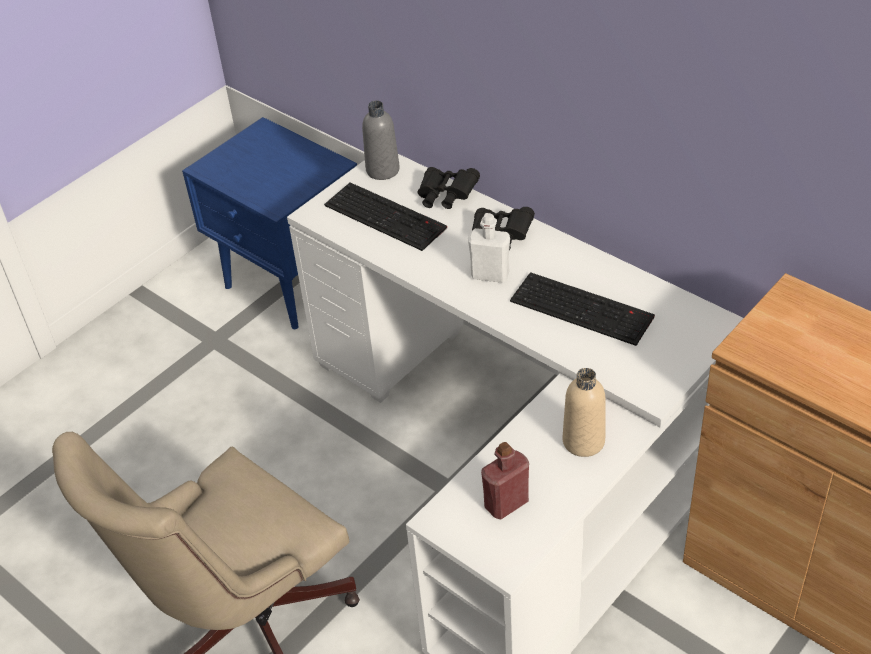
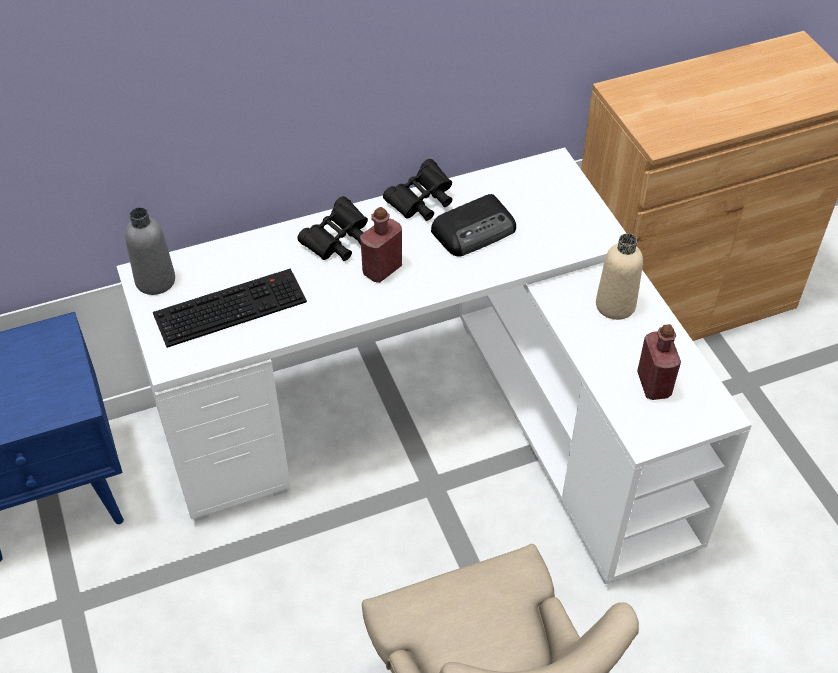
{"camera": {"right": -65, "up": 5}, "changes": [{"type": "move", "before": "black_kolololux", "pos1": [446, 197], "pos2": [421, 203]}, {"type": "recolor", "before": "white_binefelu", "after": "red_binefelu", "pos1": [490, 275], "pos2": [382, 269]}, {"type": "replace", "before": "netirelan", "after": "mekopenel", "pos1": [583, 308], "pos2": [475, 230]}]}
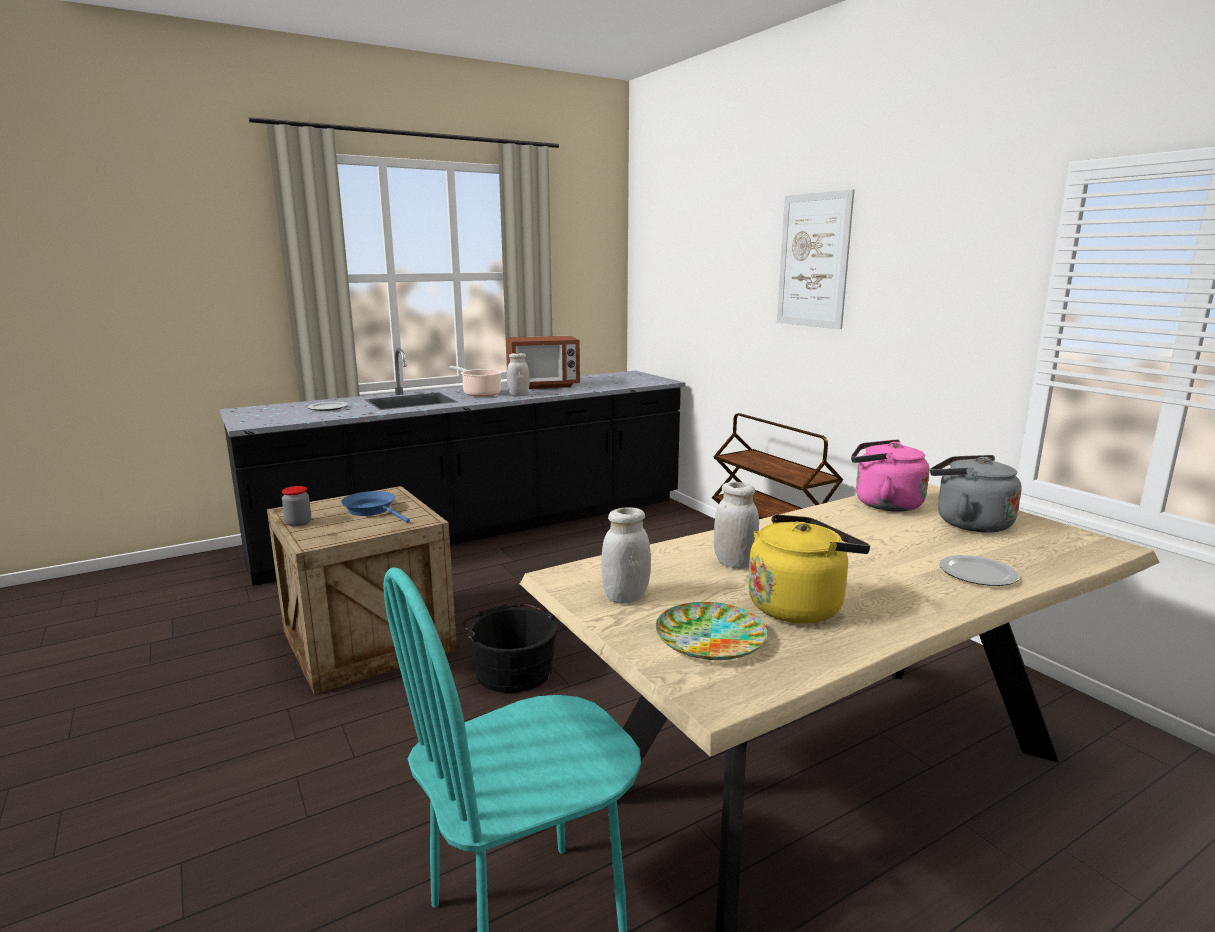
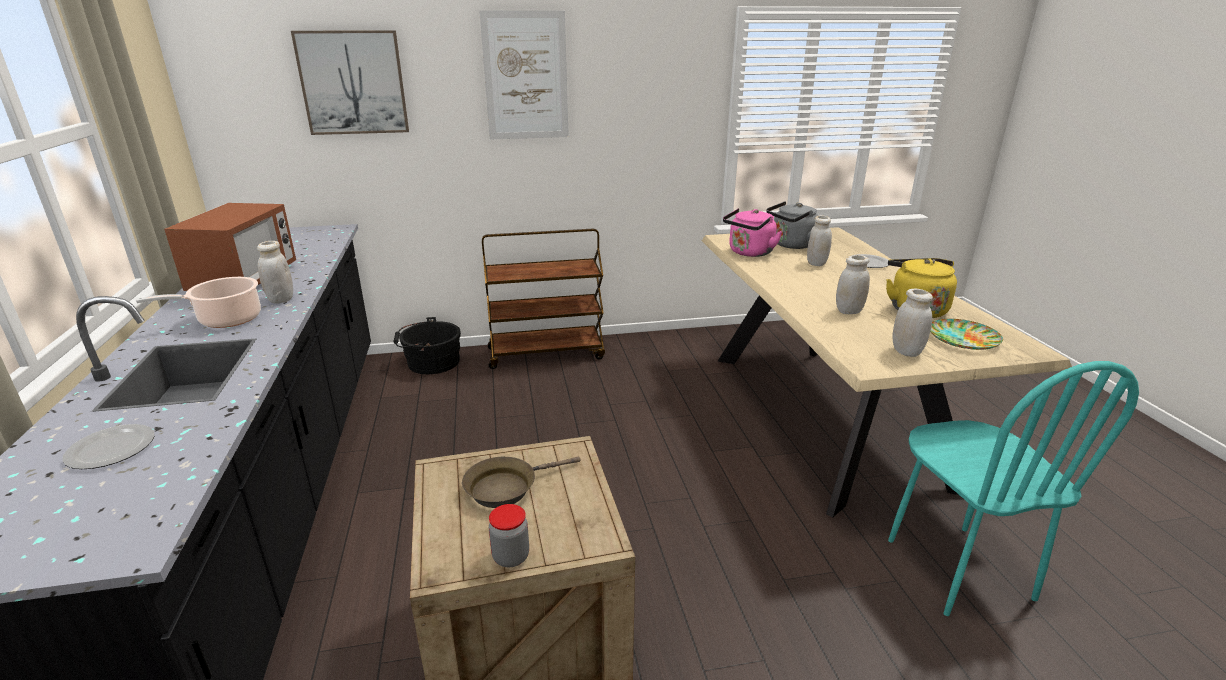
{"camera": {"right": -70, "up": 10}, "changes": [{"type": "recolor", "before": "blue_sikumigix", "after": "brown_sikumigix", "pos1": [372, 510], "pos2": [506, 487]}, {"type": "move", "before": "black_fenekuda", "pos1": [511, 669], "pos2": [430, 362]}, {"type": "insert", "after": "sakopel", "pos2": [353, 83]}, {"type": "insert", "after": "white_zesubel", "pos2": [816, 263]}]}
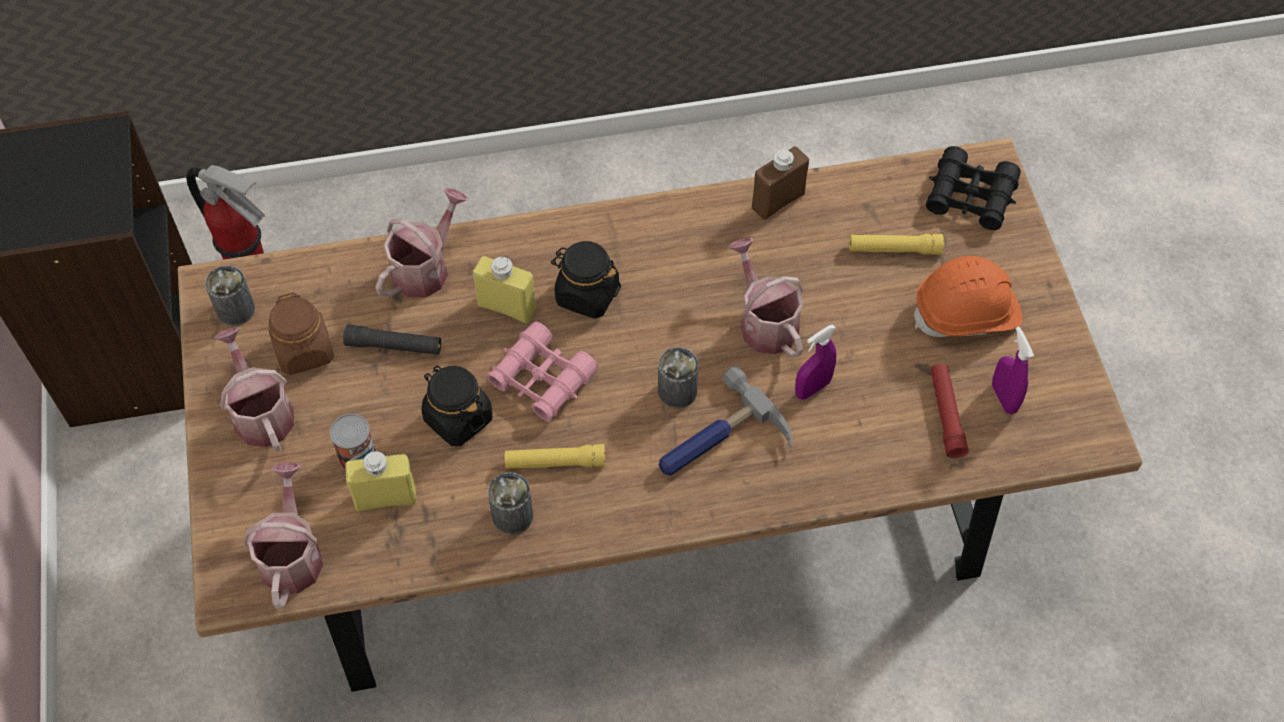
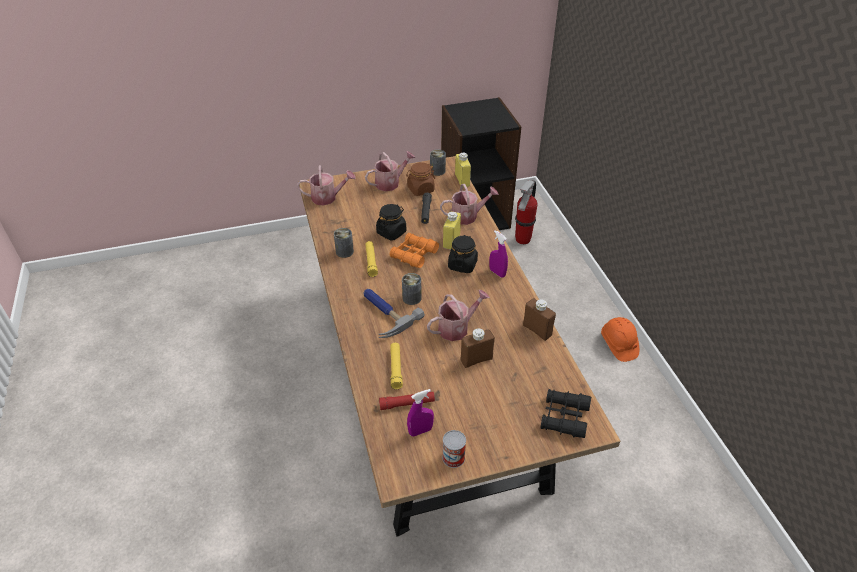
{"camera": {"right": 85, "up": -15}, "changes": [{"type": "rotate", "before": "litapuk", "pos1": [425, 268], "pos2": [468, 216], "turn": -45}, {"type": "move", "before": "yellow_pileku", "pos1": [894, 249], "pos2": [396, 368]}, {"type": "move", "before": "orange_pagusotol", "pos1": [967, 313], "pos2": [618, 345]}, {"type": "recolor", "before": "pink_kolololux", "after": "orange_kolololux", "pos1": [542, 379], "pos2": [414, 254]}, {"type": "move", "before": "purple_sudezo", "pos1": [812, 388], "pos2": [497, 273]}, {"type": "move", "before": "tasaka", "pos1": [357, 456], "pos2": [453, 457]}, {"type": "move", "before": "yellow_binefelu", "pos1": [385, 498], "pos2": [462, 180]}, {"type": "insert", "after": "brown_binefelu", "pos2": [476, 359]}]}
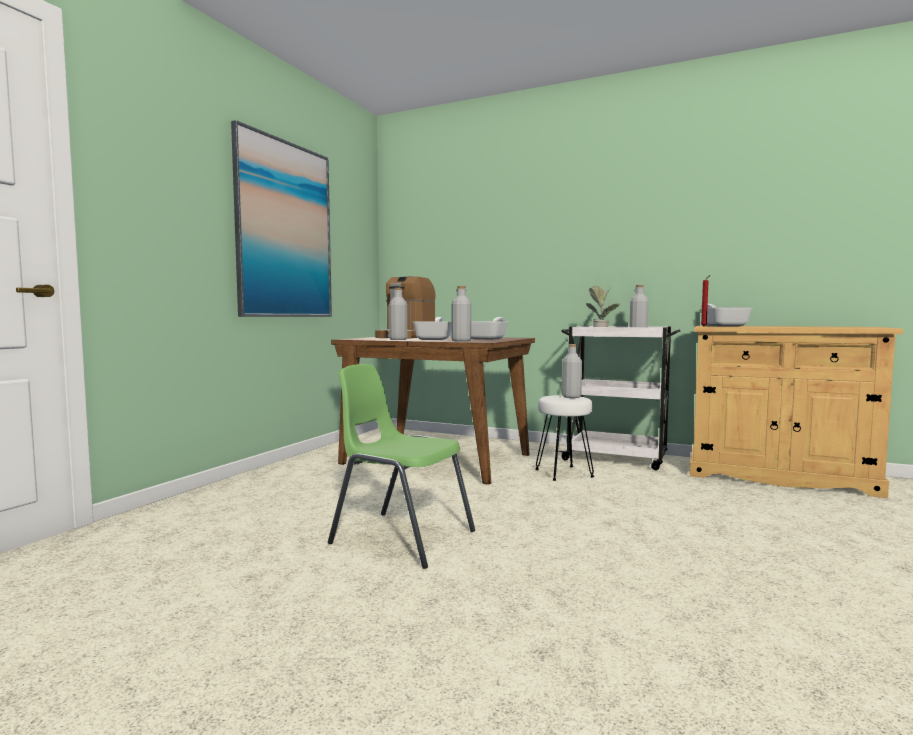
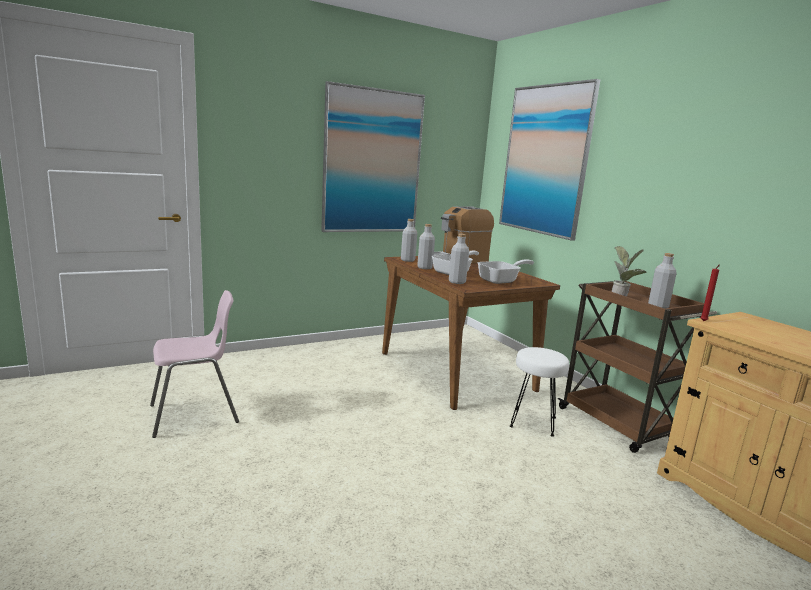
{"camera": {"right": 35, "up": 10}, "changes": [{"type": "delete", "before": "sikumigix", "pos1": [722, 326]}, {"type": "recolor", "before": "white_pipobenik", "after": "brown_pipobenik", "pos1": [617, 458], "pos2": [617, 425]}, {"type": "move", "before": "grey_binefelu", "pos1": [571, 397], "pos2": [407, 260]}, {"type": "delete", "before": "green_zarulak", "pos1": [401, 537]}, {"type": "insert", "after": "sakopel", "pos2": [545, 160]}, {"type": "insert", "after": "pink_zarulak", "pos2": [195, 414]}]}
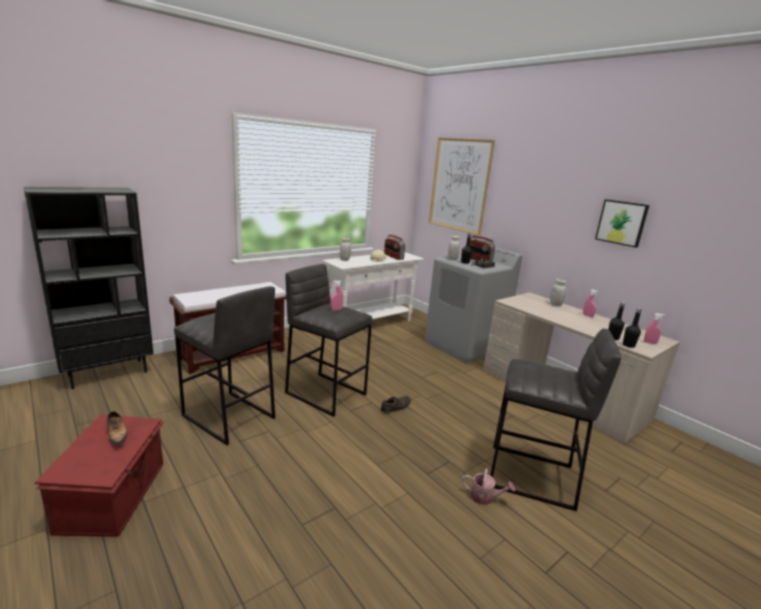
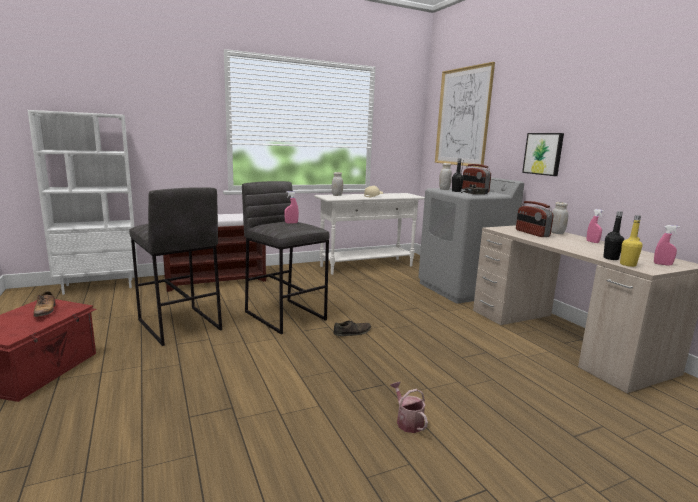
{"camera": {"right": 15, "up": -5}, "changes": [{"type": "recolor", "before": "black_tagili", "after": "white_tagili", "pos1": [108, 373], "pos2": [99, 286]}, {"type": "move", "before": "sakopel", "pos1": [621, 222], "pos2": [543, 154]}, {"type": "move", "before": "mekopenel", "pos1": [393, 257], "pos2": [531, 233]}, {"type": "recolor", "before": "black_binefelu", "after": "yellow_binefelu", "pos1": [628, 345], "pos2": [628, 264]}, {"type": "delete", "before": "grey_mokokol", "pos1": [532, 477]}, {"type": "rotate", "before": "litapuk", "pos1": [485, 497], "pos2": [407, 421], "turn": -150}]}
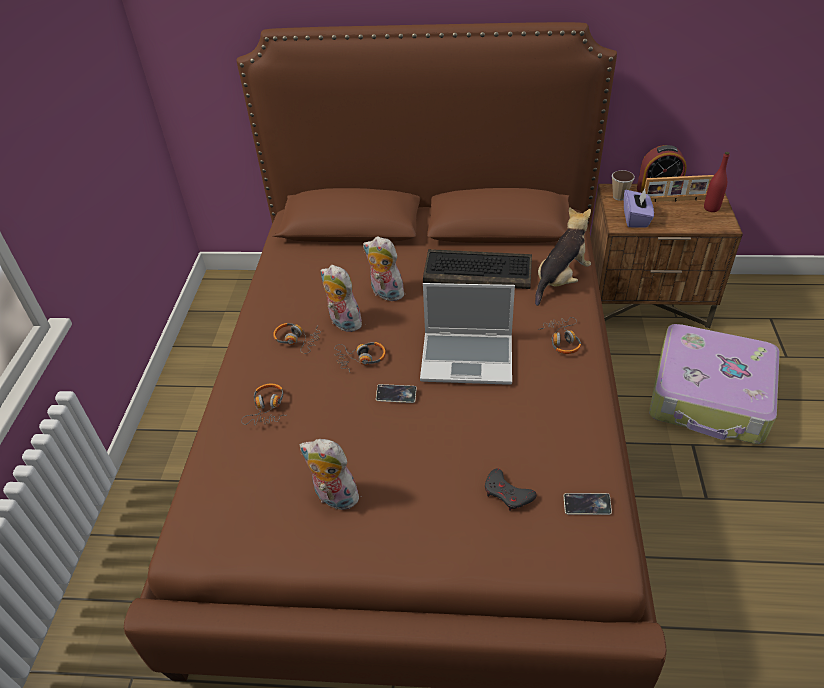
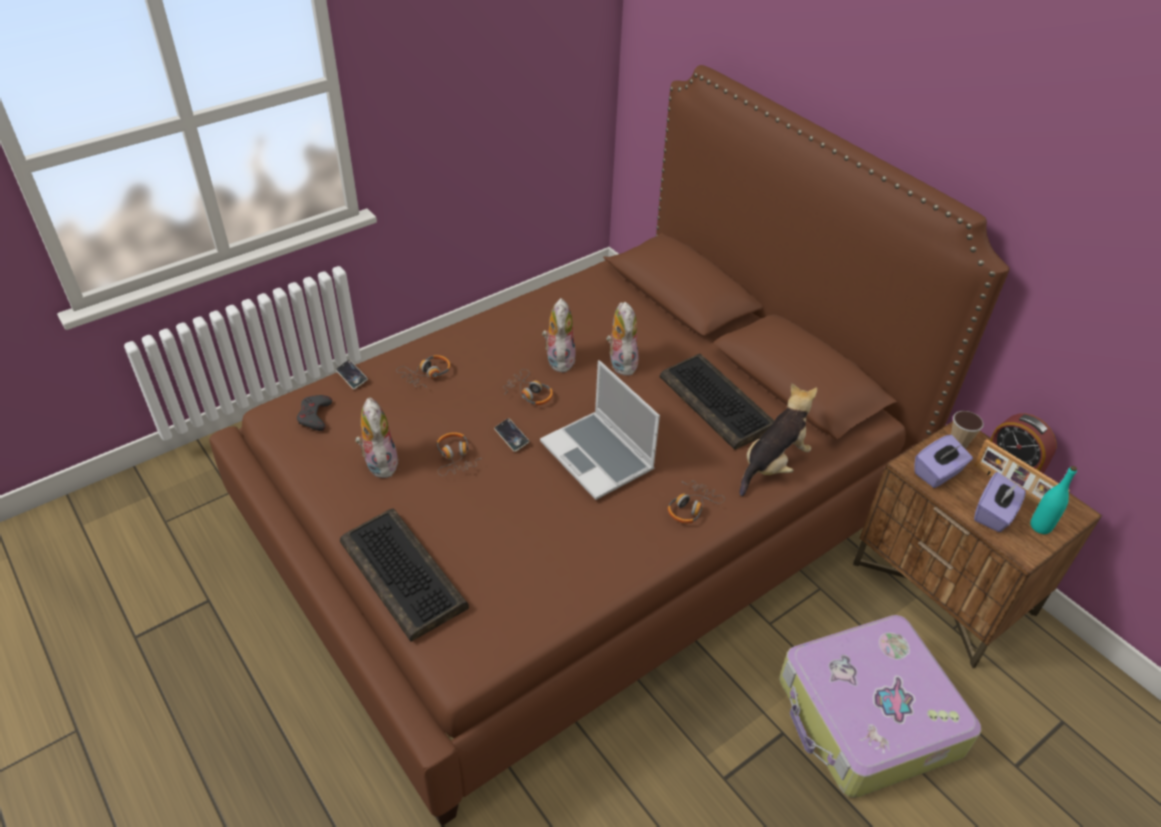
{"camera": {"right": 45, "up": 0}, "changes": [{"type": "recolor", "before": "red_binefelu", "after": "turquoise_binefelu", "pos1": [711, 208], "pos2": [1040, 526]}, {"type": "rotate", "before": "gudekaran", "pos1": [560, 280], "pos2": [773, 464], "turn": -45}, {"type": "move", "before": "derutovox", "pos1": [297, 340], "pos2": [455, 458]}, {"type": "move", "before": "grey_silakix", "pos1": [507, 493], "pos2": [315, 416]}, {"type": "move", "before": "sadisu", "pos1": [587, 505], "pos2": [352, 376]}, {"type": "insert", "after": "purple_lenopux", "pos2": [994, 514]}, {"type": "insert", "after": "netirelan", "pos2": [404, 575]}]}
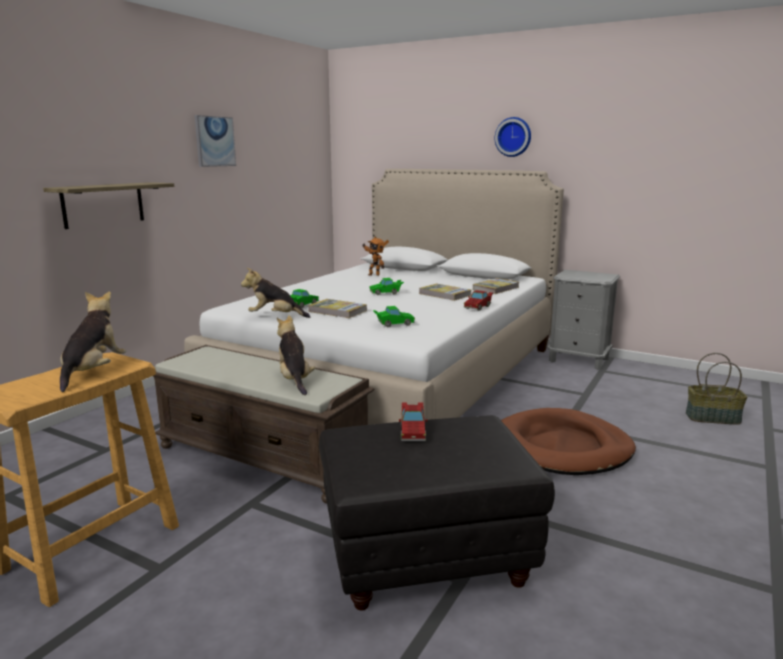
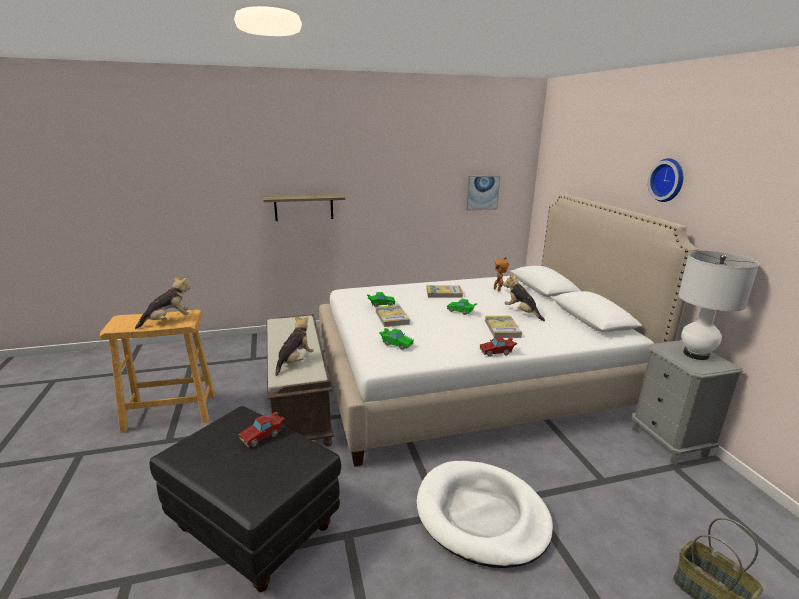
{"camera": {"right": 45, "up": 5}, "changes": [{"type": "move", "before": "sakopel", "pos1": [214, 141], "pos2": [482, 192]}, {"type": "move", "before": "gudekaran", "pos1": [275, 317], "pos2": [521, 313]}, {"type": "move", "before": "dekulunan", "pos1": [496, 288], "pos2": [444, 293]}, {"type": "recolor", "before": "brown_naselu", "after": "white_naselu", "pos1": [563, 447], "pos2": [481, 515]}, {"type": "insert", "after": "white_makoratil", "pos2": [695, 354]}]}
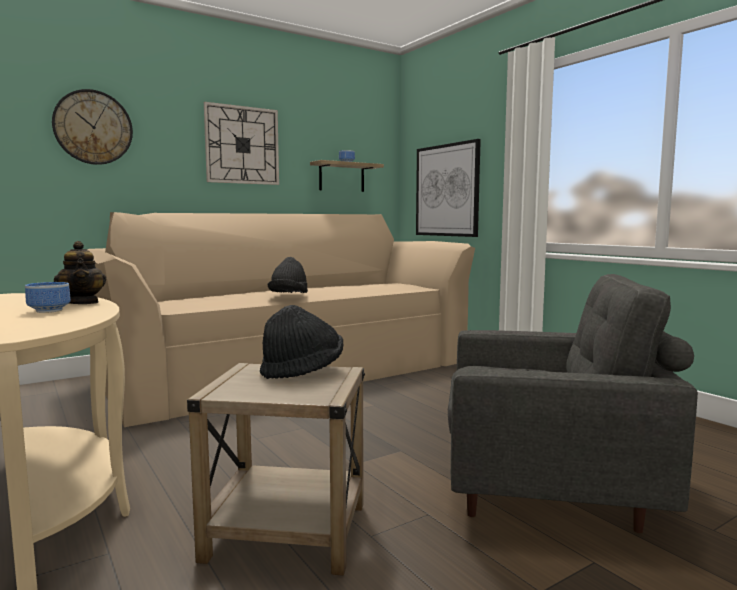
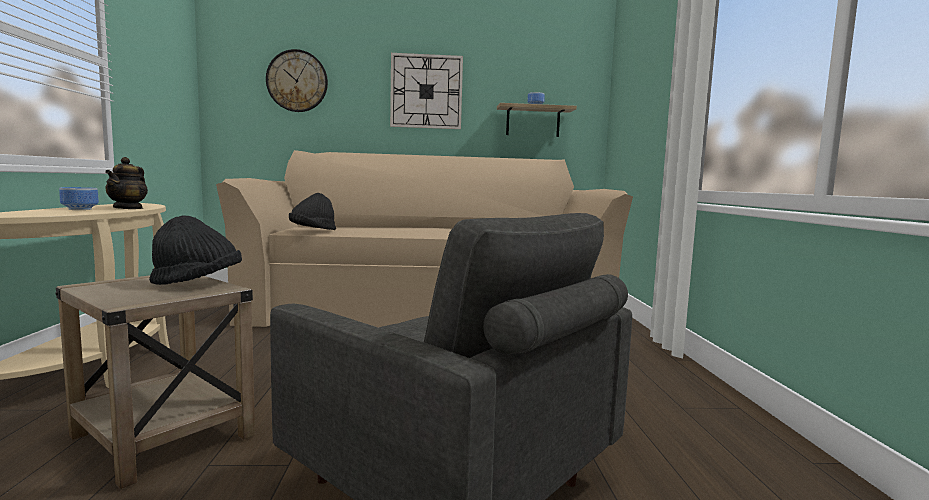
{"camera": {"right": 30, "up": 0}, "changes": [{"type": "delete", "before": "sakopel", "pos1": [447, 190]}, {"type": "move", "before": "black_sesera", "pos1": [288, 295], "pos2": [312, 231]}]}
